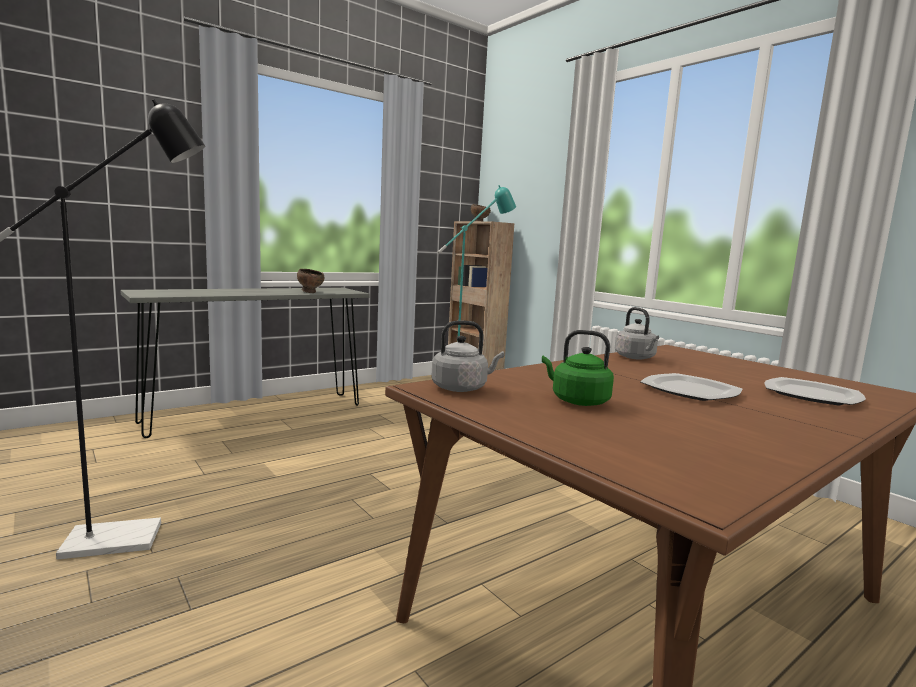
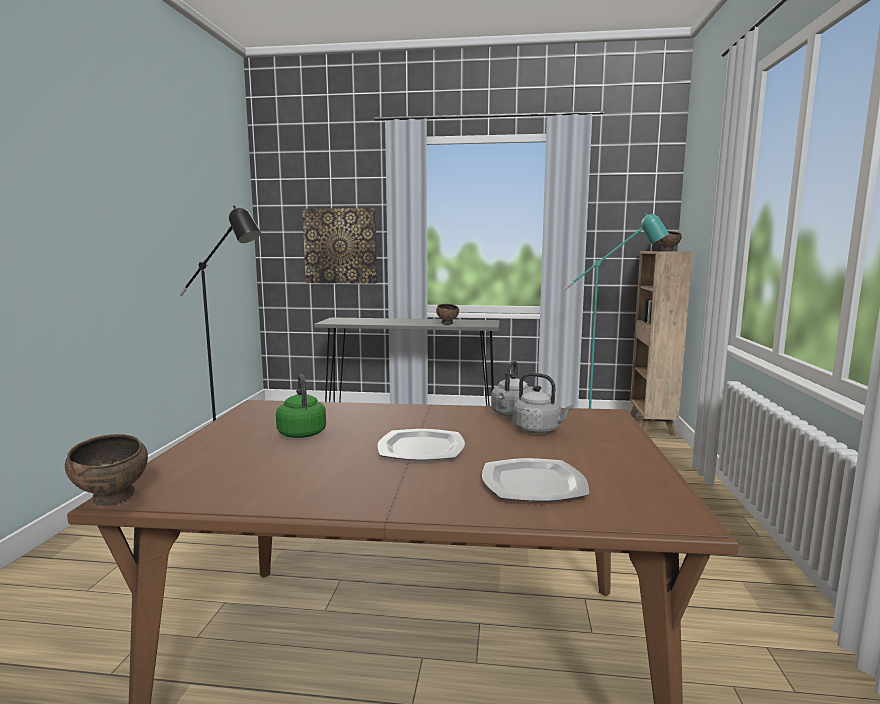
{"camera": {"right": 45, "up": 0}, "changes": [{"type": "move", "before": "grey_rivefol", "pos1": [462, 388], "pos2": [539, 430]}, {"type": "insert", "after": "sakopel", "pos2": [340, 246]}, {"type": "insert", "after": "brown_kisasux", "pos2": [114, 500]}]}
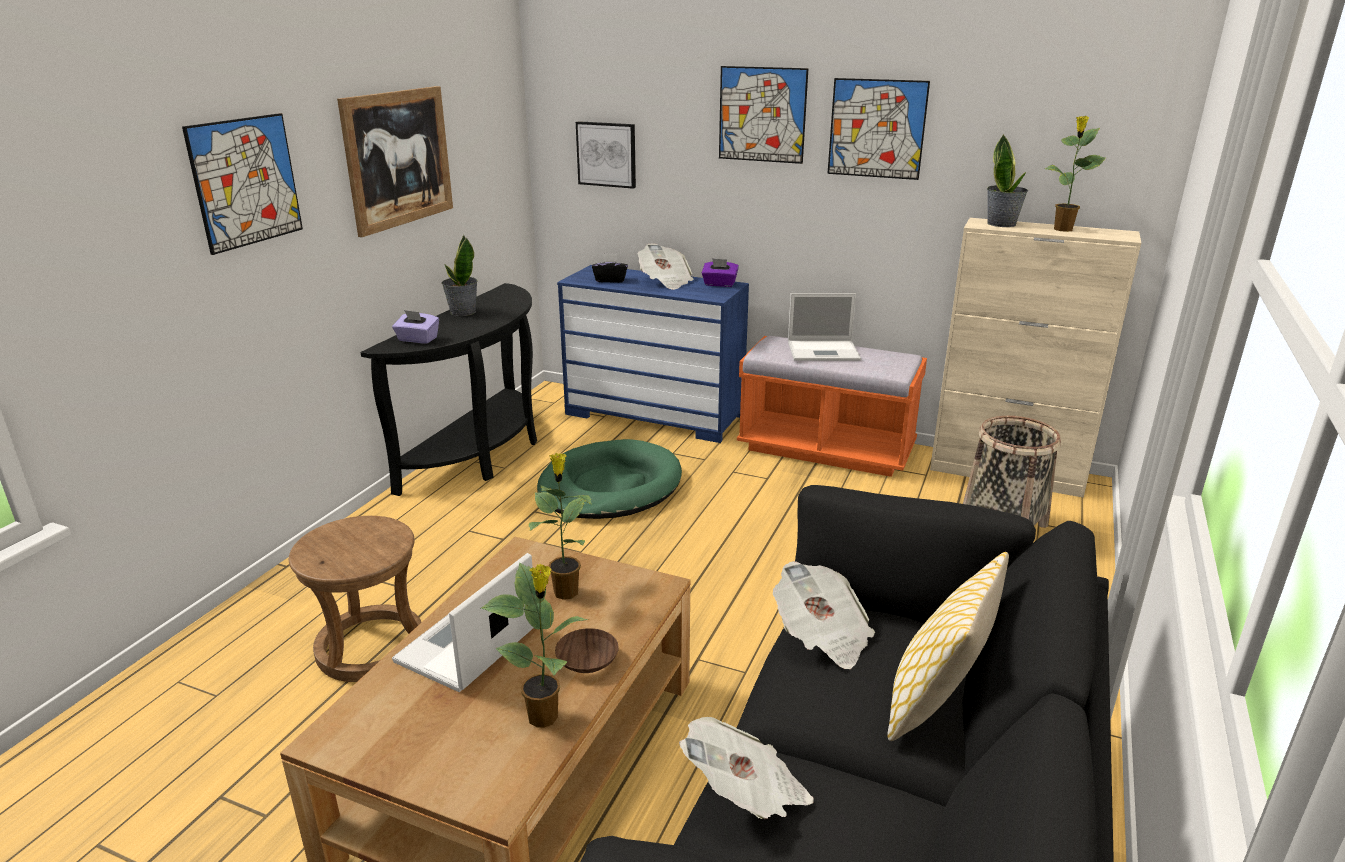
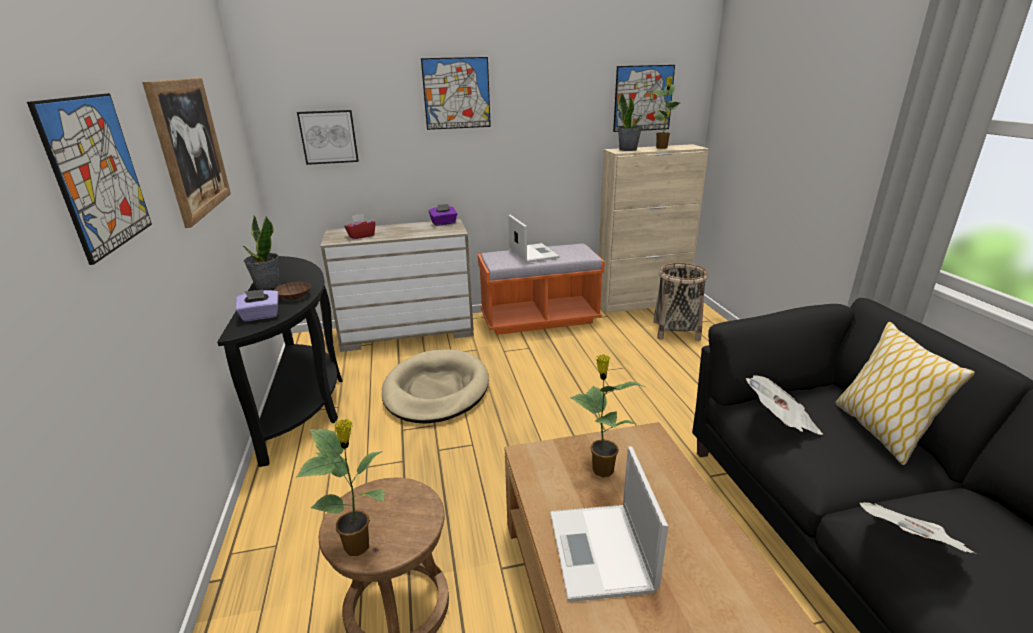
{"camera": {"right": -35, "up": 0}, "changes": [{"type": "move", "before": "sakopel", "pos1": [877, 129], "pos2": [643, 98]}, {"type": "delete", "before": "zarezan", "pos1": [665, 281]}, {"type": "recolor", "before": "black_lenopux", "after": "red_lenopux", "pos1": [610, 280], "pos2": [361, 236]}, {"type": "recolor", "before": "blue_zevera", "after": "beige_zevera", "pos1": [655, 414], "pos2": [407, 331]}, {"type": "rotate", "before": "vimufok", "pos1": [824, 351], "pos2": [533, 253], "turn": -75}, {"type": "recolor", "before": "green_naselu", "after": "beige_naselu", "pos1": [610, 486], "pos2": [436, 390]}, {"type": "move", "before": "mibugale", "pos1": [544, 718], "pos2": [359, 546]}, {"type": "move", "before": "brown_kisasux", "pos1": [587, 660], "pos2": [293, 296]}]}
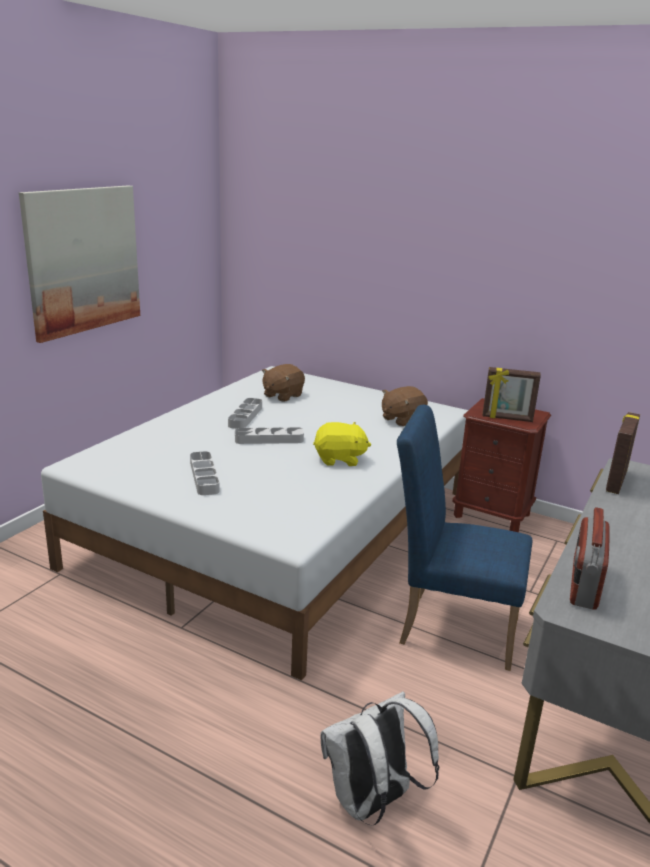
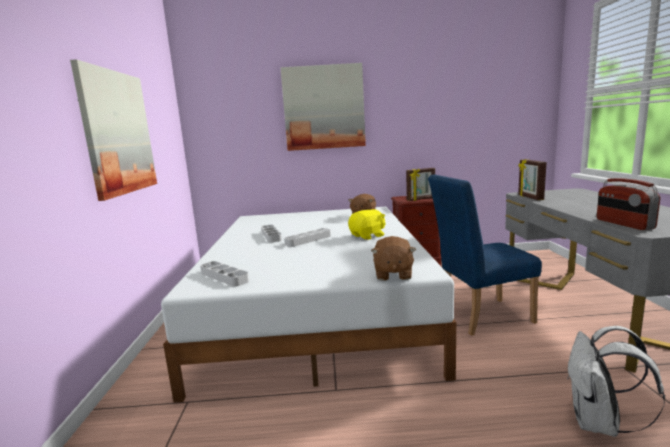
{"camera": {"right": -30, "up": -10}, "changes": [{"type": "move", "before": "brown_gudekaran", "pos1": [282, 395], "pos2": [393, 274]}, {"type": "move", "before": "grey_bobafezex", "pos1": [204, 476], "pos2": [224, 277]}, {"type": "insert", "after": "sakopel", "pos2": [324, 107]}]}
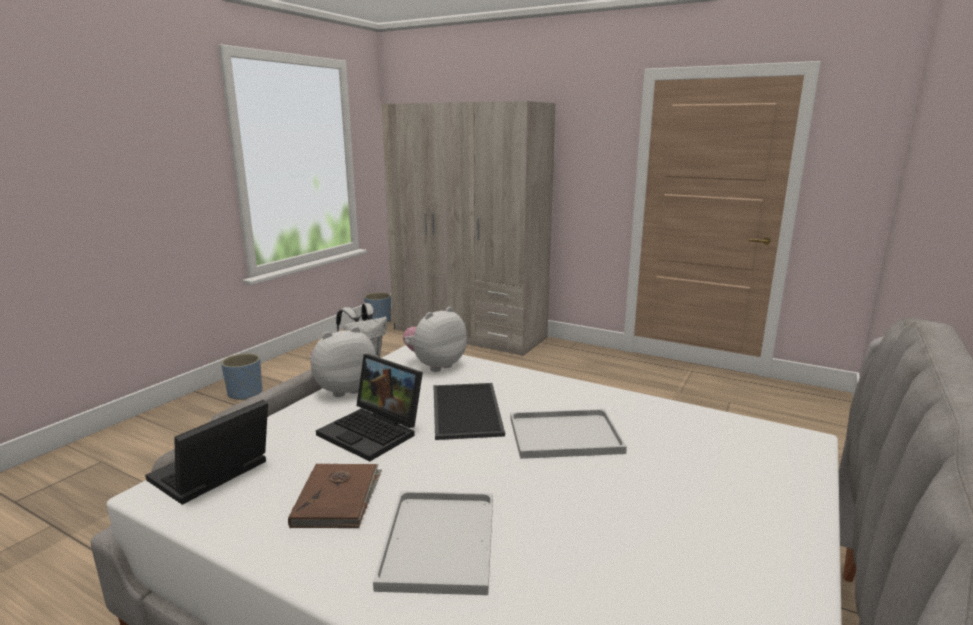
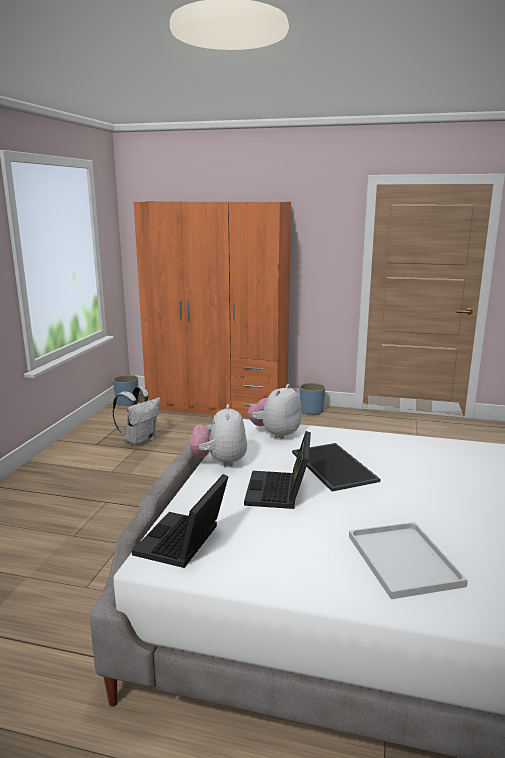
{"camera": {"right": -15, "up": 0}, "changes": [{"type": "recolor", "before": "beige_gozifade", "after": "orange_gozifade", "pos1": [469, 333], "pos2": [217, 406]}, {"type": "rotate", "before": "gudekaran", "pos1": [343, 389], "pos2": [220, 462], "turn": -45}, {"type": "move", "before": "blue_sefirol", "pos1": [245, 393], "pos2": [311, 411]}, {"type": "rotate", "before": "vimufok", "pos1": [374, 432], "pos2": [279, 492], "turn": 75}, {"type": "delete", "before": "white_bobafezex", "pos1": [563, 436]}, {"type": "delete", "before": "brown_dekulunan", "pos1": [338, 498]}]}
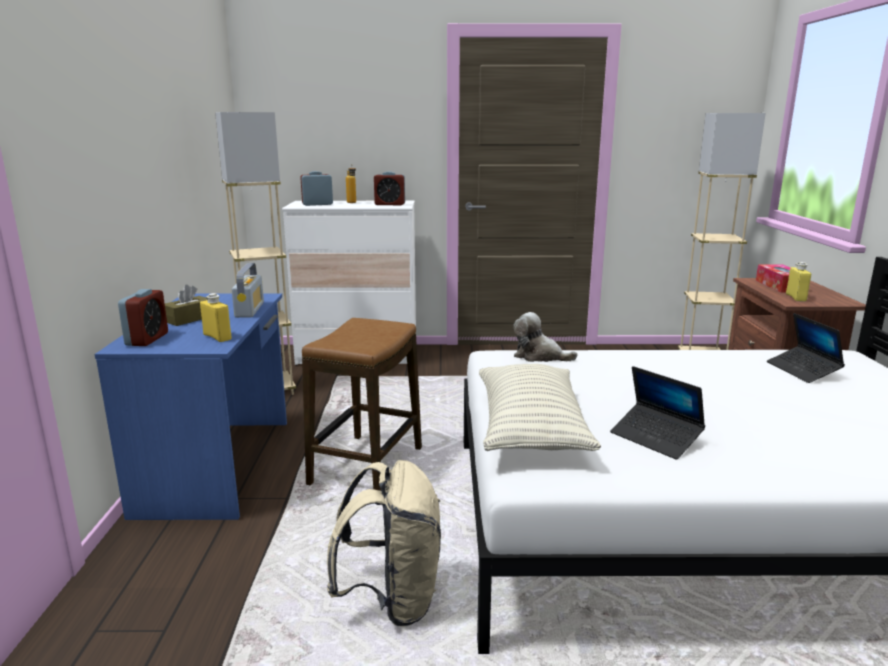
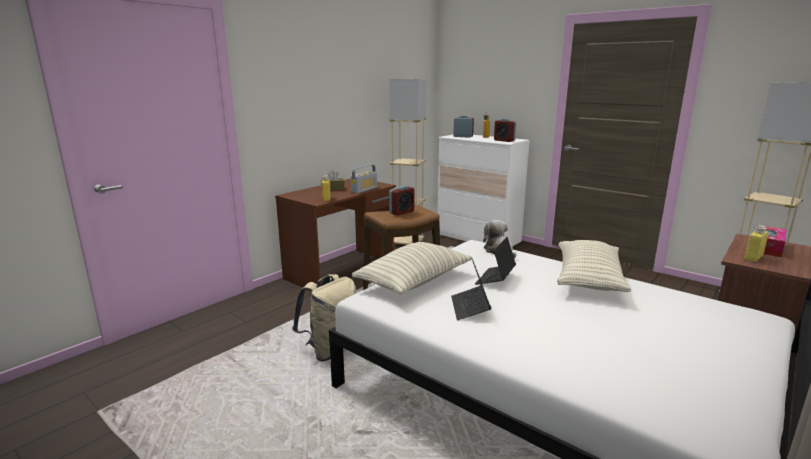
{"camera": {"right": 40, "up": 0}, "changes": [{"type": "move", "before": "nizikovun", "pos1": [147, 339], "pos2": [401, 212]}, {"type": "recolor", "before": "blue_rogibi", "after": "brown_rogibi", "pos1": [219, 464], "pos2": [342, 270]}, {"type": "move", "before": "vimufok", "pos1": [802, 370], "pos2": [495, 279]}, {"type": "insert", "after": "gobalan", "pos2": [588, 279]}]}
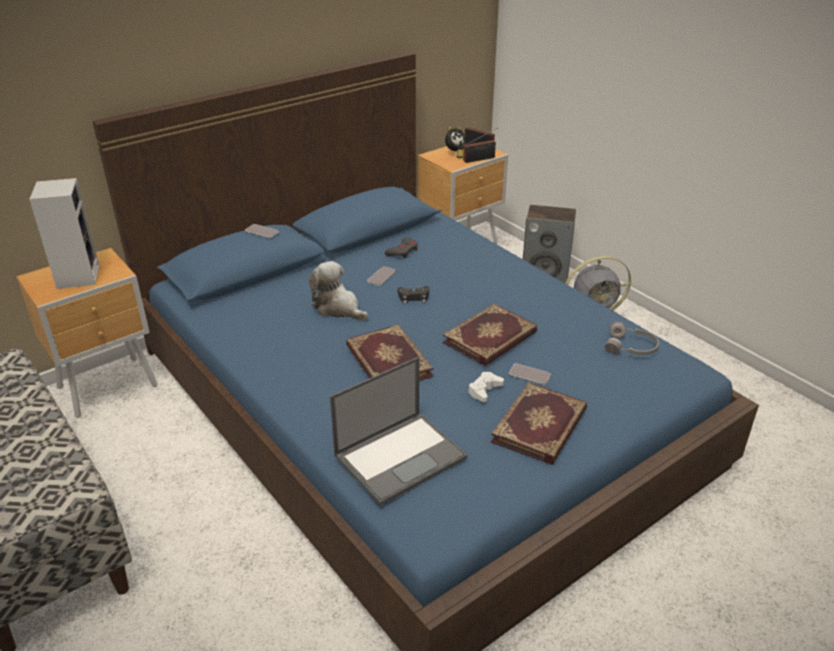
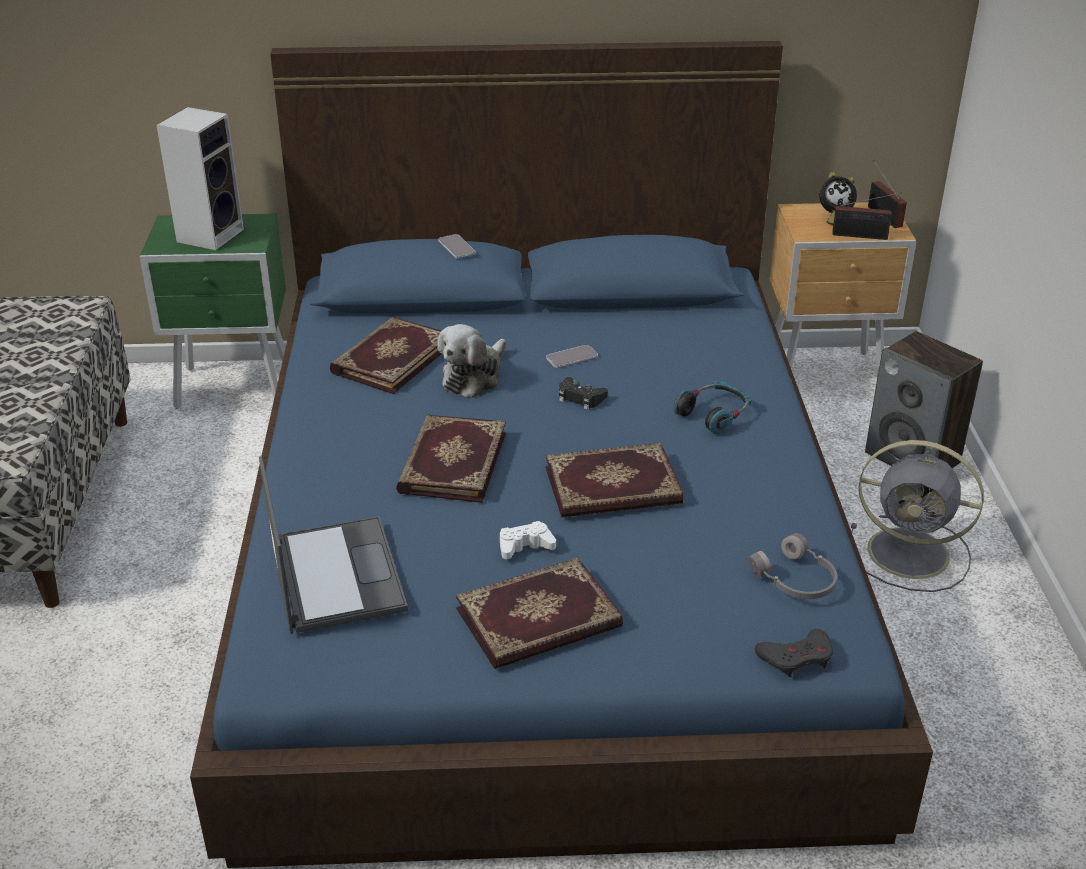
{"camera": {"right": 35, "up": 0}, "changes": [{"type": "move", "before": "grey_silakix", "pos1": [403, 251], "pos2": [796, 657]}, {"type": "recolor", "before": "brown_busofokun", "after": "green_busofokun", "pos1": [110, 387], "pos2": [236, 388]}, {"type": "rotate", "before": "gudekaran", "pos1": [338, 308], "pos2": [474, 377], "turn": -135}, {"type": "rotate", "before": "vimufok", "pos1": [401, 456], "pos2": [335, 574], "turn": -105}, {"type": "delete", "before": "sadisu", "pos1": [529, 375]}, {"type": "insert", "after": "dekulunan", "pos2": [390, 358]}, {"type": "insert", "after": "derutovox", "pos2": [714, 414]}]}
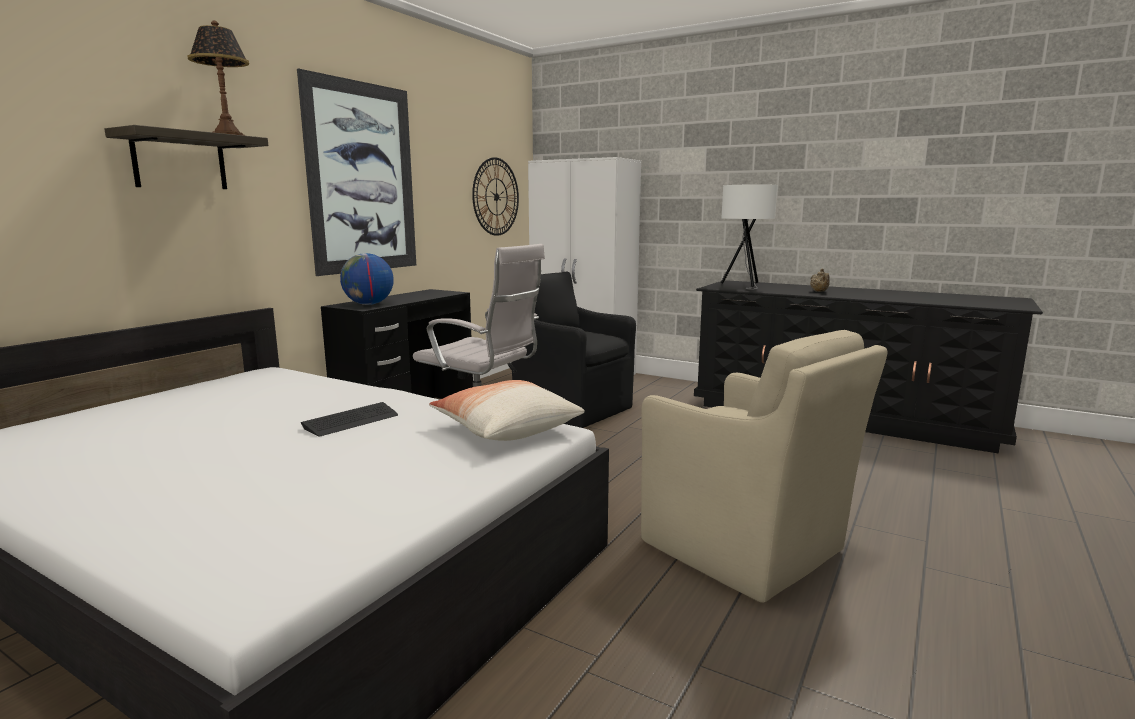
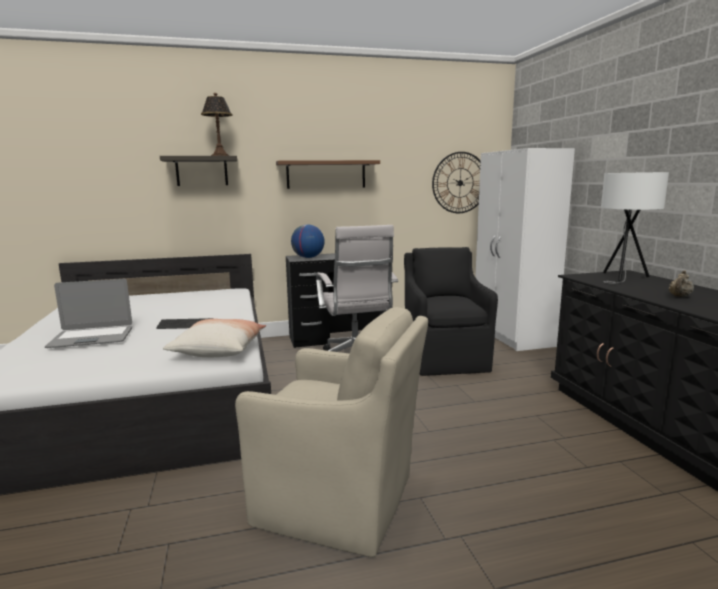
{"camera": {"right": 45, "up": 0}, "changes": [{"type": "replace", "before": "sakopel", "after": "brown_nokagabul", "pos1": [362, 178], "pos2": [326, 174]}, {"type": "rotate", "before": "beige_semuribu", "pos1": [746, 549], "pos2": [339, 502], "turn": -75}, {"type": "insert", "after": "vimufok", "pos2": [92, 338]}]}
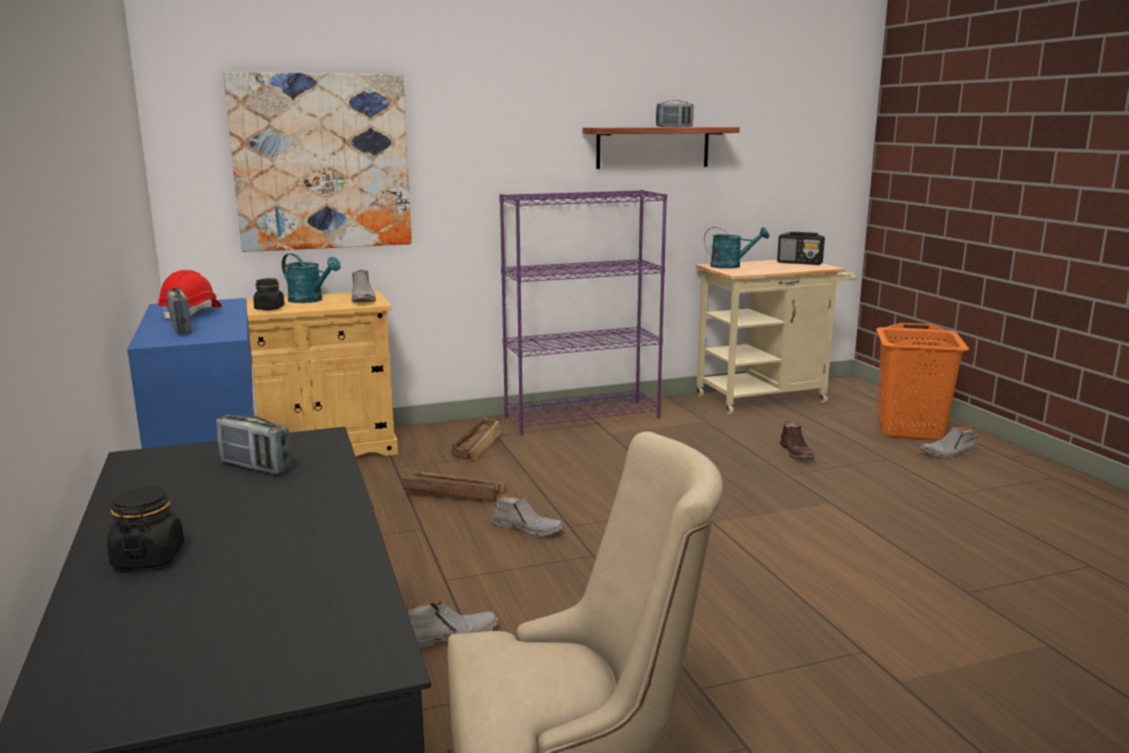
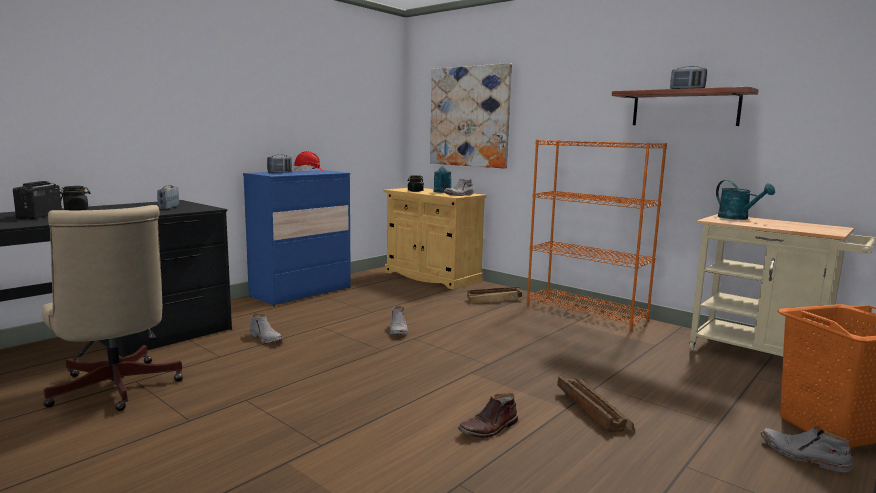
{"camera": {"right": 60, "up": -5}, "changes": [{"type": "recolor", "before": "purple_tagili", "after": "orange_tagili", "pos1": [583, 417], "pos2": [586, 312]}, {"type": "move", "before": "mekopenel", "pos1": [800, 263], "pos2": [39, 216]}, {"type": "move", "before": "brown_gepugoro", "pos1": [797, 453], "pos2": [489, 428]}, {"type": "move", "before": "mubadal", "pos1": [453, 495], "pos2": [591, 411]}]}
